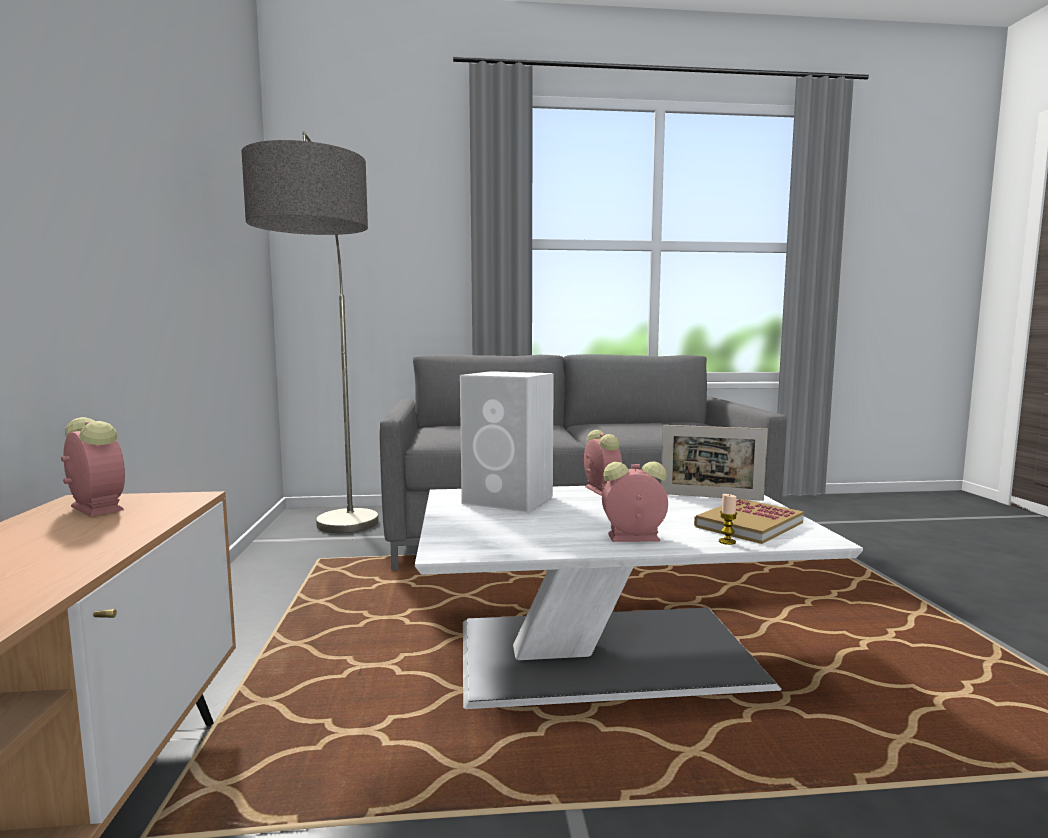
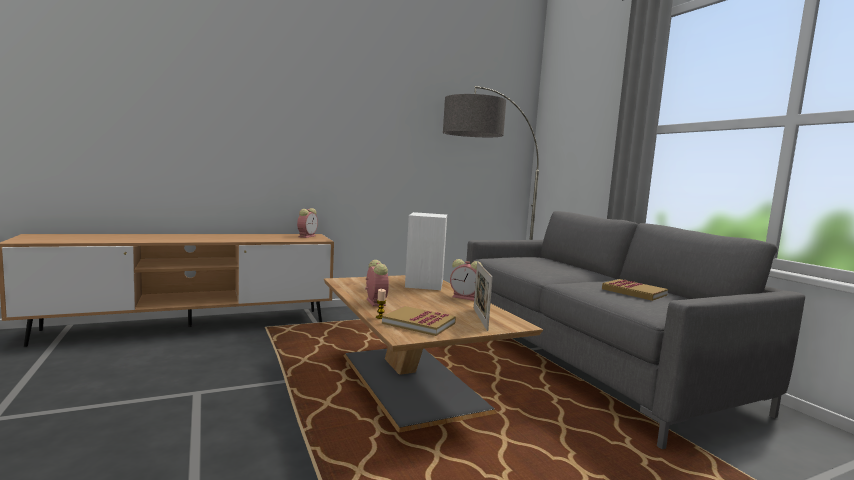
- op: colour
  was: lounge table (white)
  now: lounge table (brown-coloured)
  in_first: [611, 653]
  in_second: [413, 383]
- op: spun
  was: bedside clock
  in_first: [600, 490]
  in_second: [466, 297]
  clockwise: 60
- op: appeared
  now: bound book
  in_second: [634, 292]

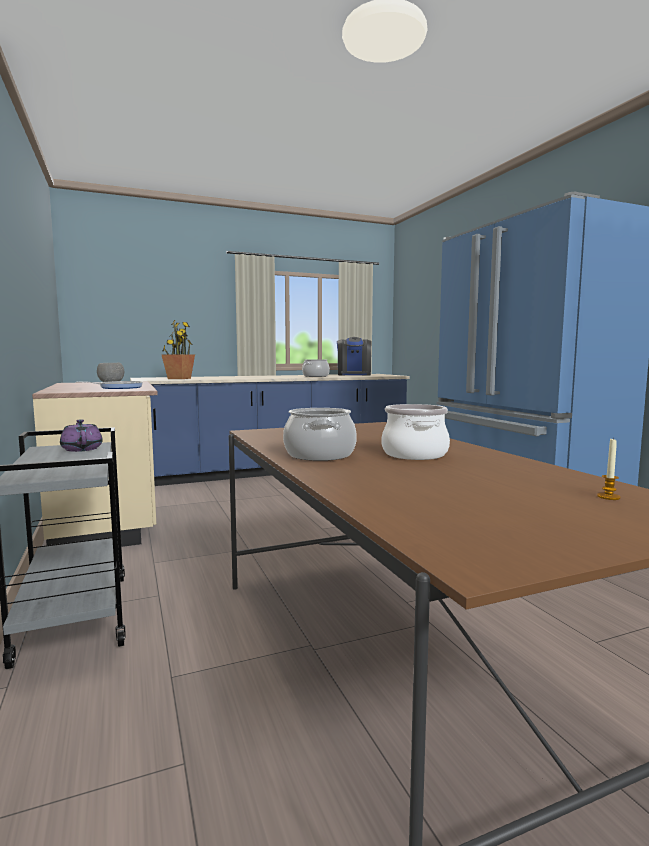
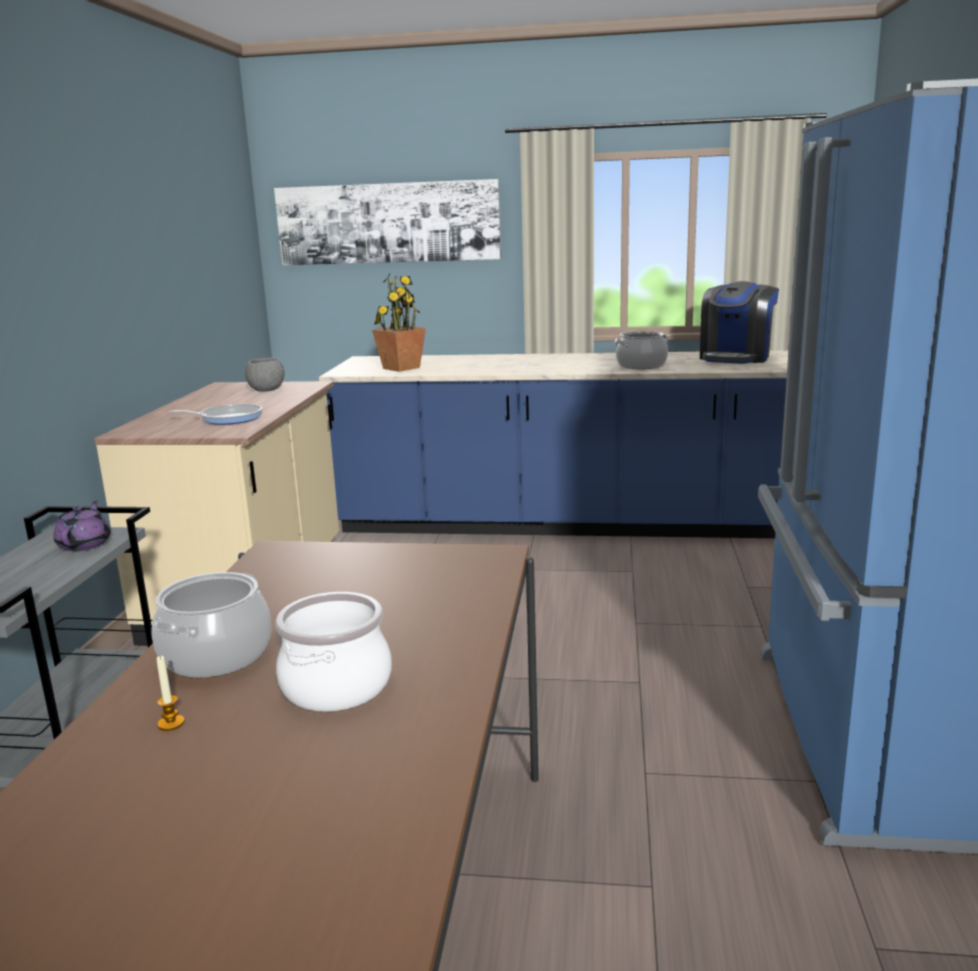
- op: relocated
  was: wax candle
  in_first: [608, 497]
  in_second: [171, 723]
- op: appeared
  now: wall art
  in_second: [388, 223]

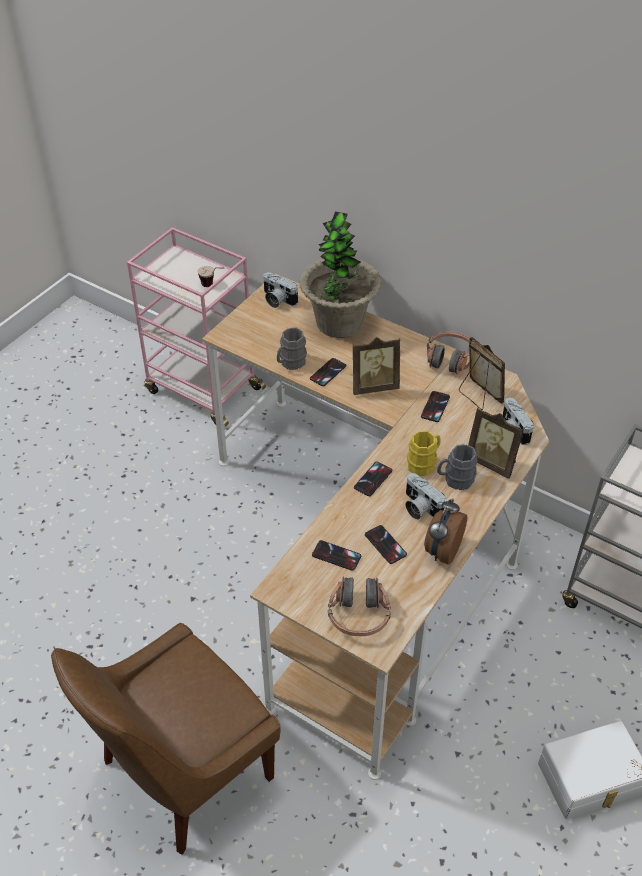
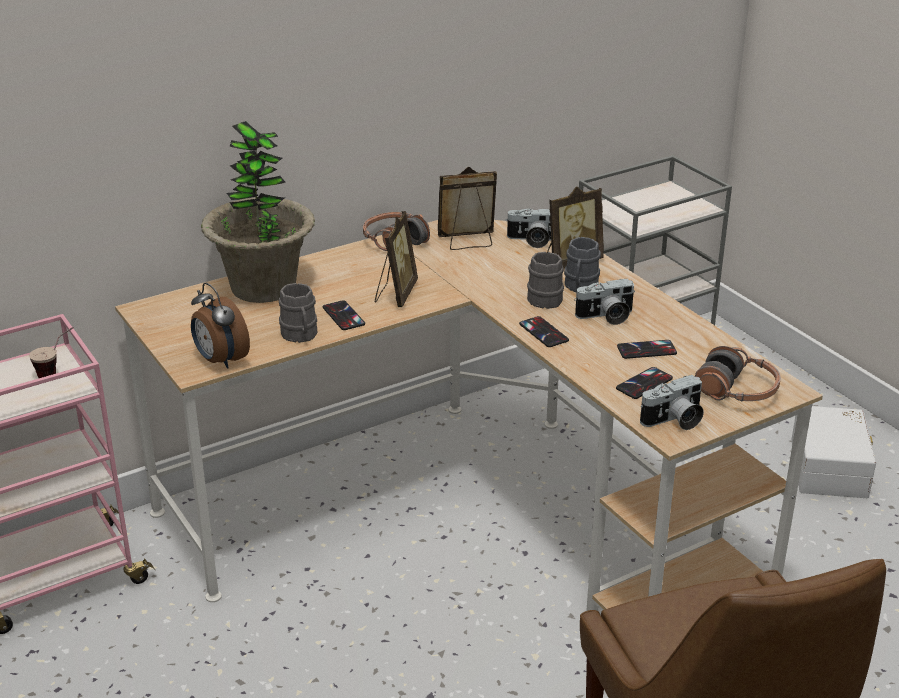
- op: relocated
  was: still camera
  in_first: [277, 300]
  in_second: [674, 421]
- op: colour
  was: tea mug (yellow-coloured)
  now: tea mug (greyish)
  in_first: [424, 463]
  in_second: [543, 297]
- op: missing
  was: phone
  in_first: [435, 407]
- op: relocated
  was: bedside clock
  in_first: [442, 551]
  in_second: [220, 360]

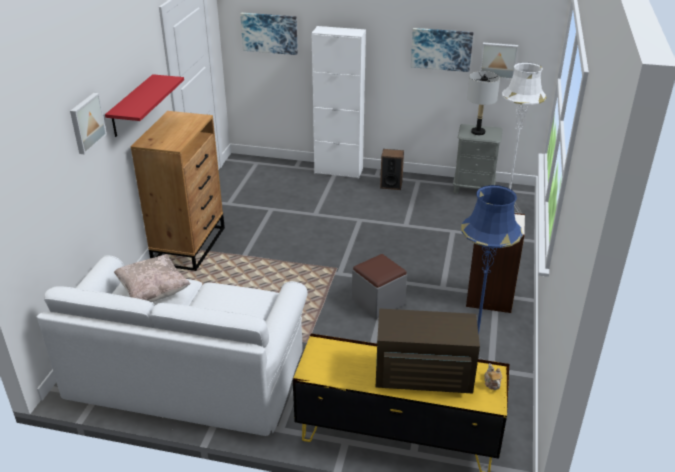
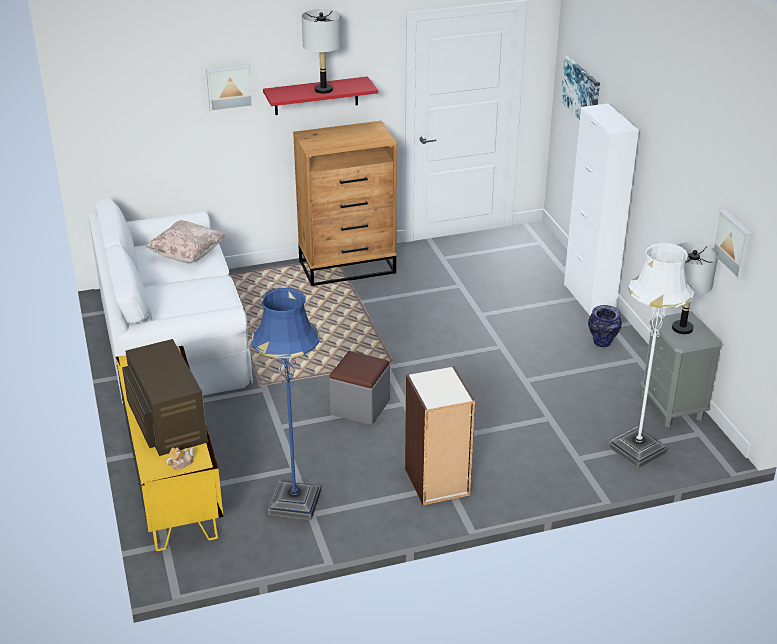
- op: exchanged
  was: speaker
  now: vase
  in_first: [391, 185]
  in_second: [602, 343]
- op: missing
  was: wall art
  in_first: [441, 49]
- op: appeared
  now: table lamp (greyish)
  in_second: [323, 90]

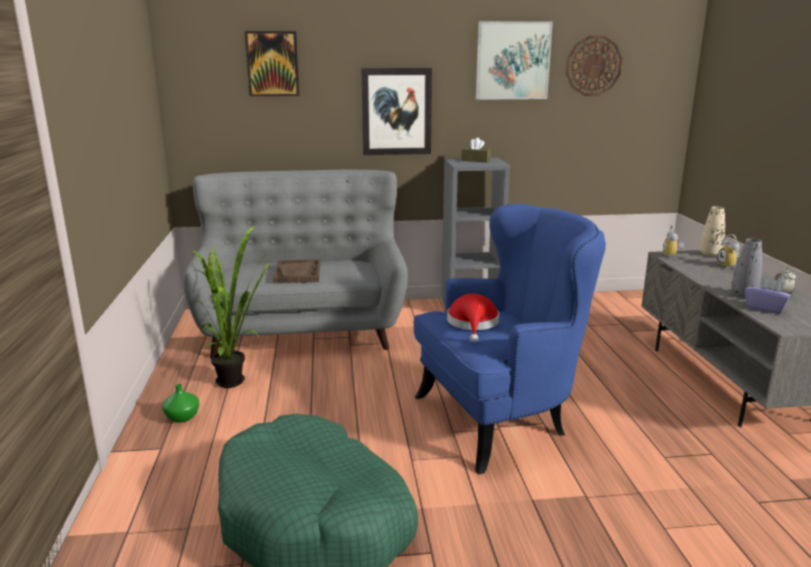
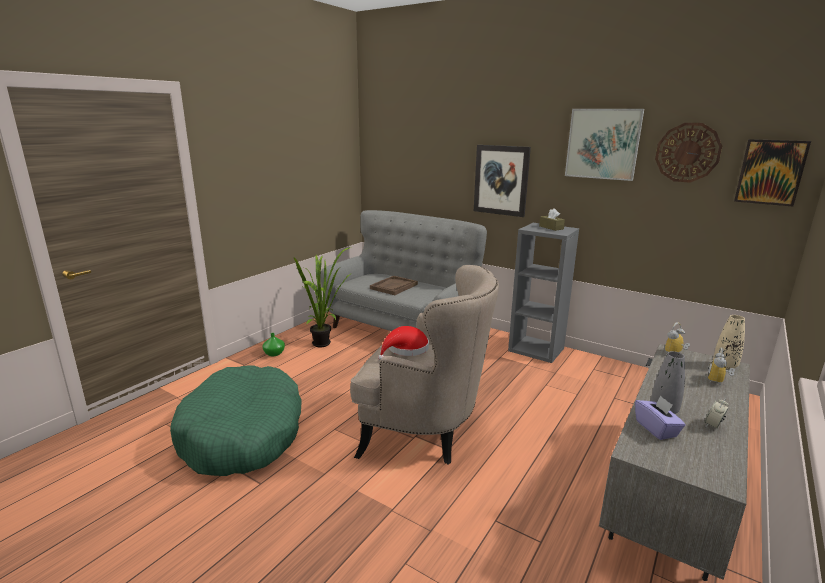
- op: relocated
  was: wall art
  in_first: [272, 64]
  in_second: [770, 172]
- op: colour
  was: lounge chair (bluish)
  now: lounge chair (beige-coloured)
  in_first: [500, 419]
  in_second: [425, 432]

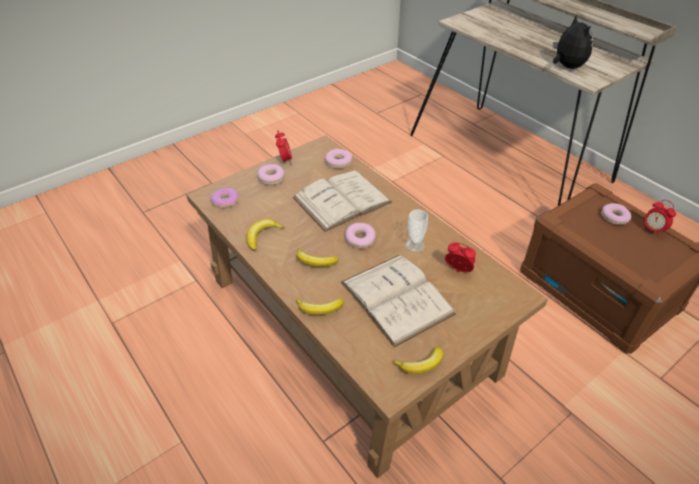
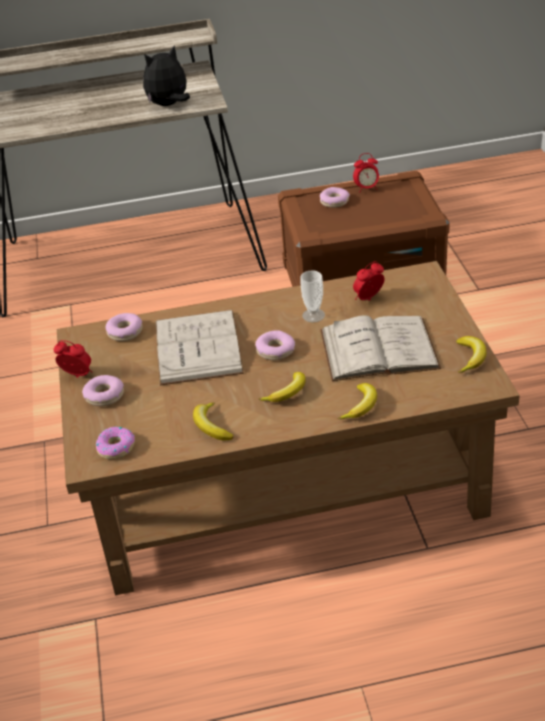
- op: spun
  was: cuddly toy
  in_first: [566, 66]
  in_second: [169, 105]
  clockwise: -45

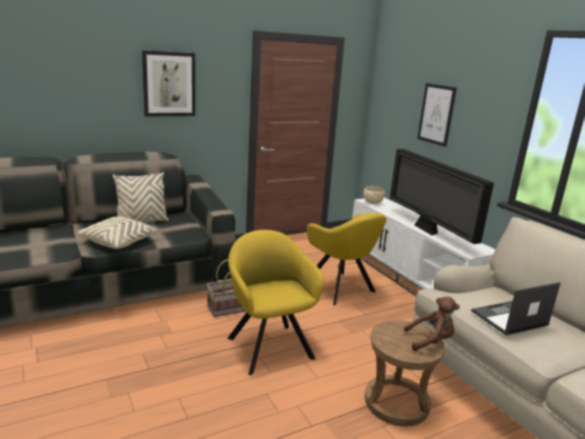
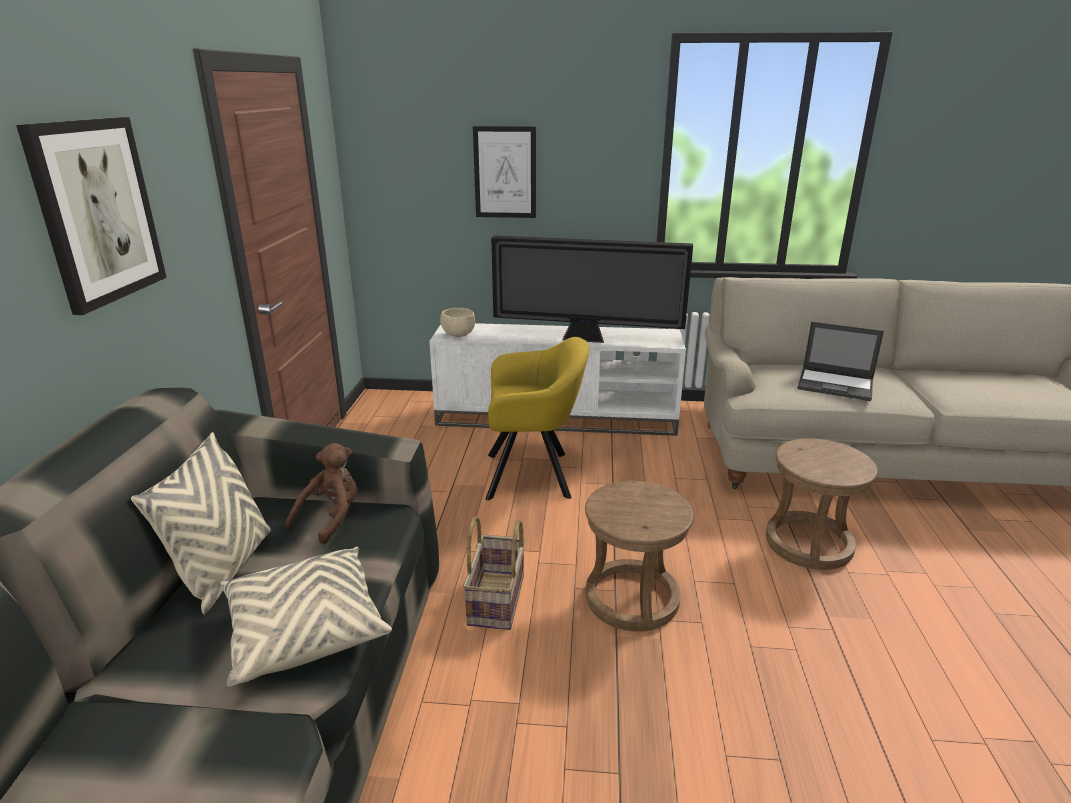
- op: exchanged
  was: lounge chair (yellow-coloured)
  now: stool seat (brown-coloured)
  in_first: [268, 345]
  in_second: [631, 598]
- op: relocated
  was: cuddly toy (brown-coloured)
  in_first: [431, 341]
  in_second: [331, 518]
- op: spun
  was: laptop
  in_first: [509, 318]
  in_second: [836, 385]
  clockwise: -75

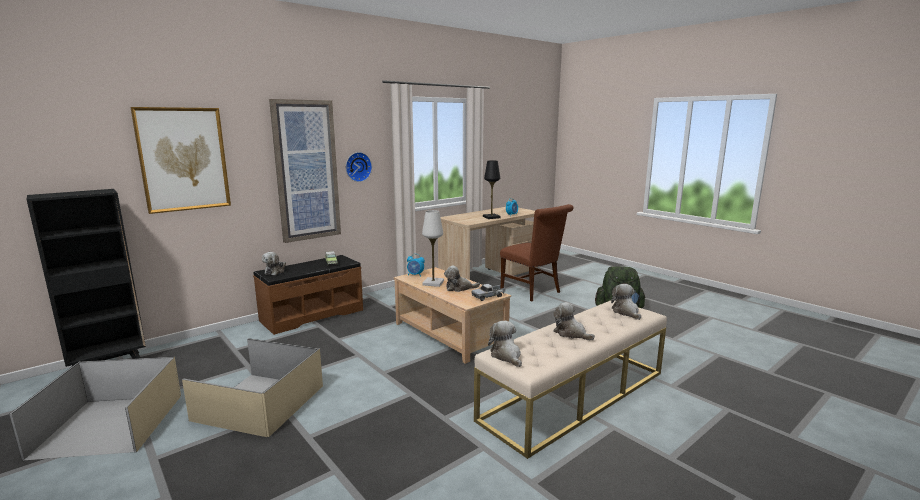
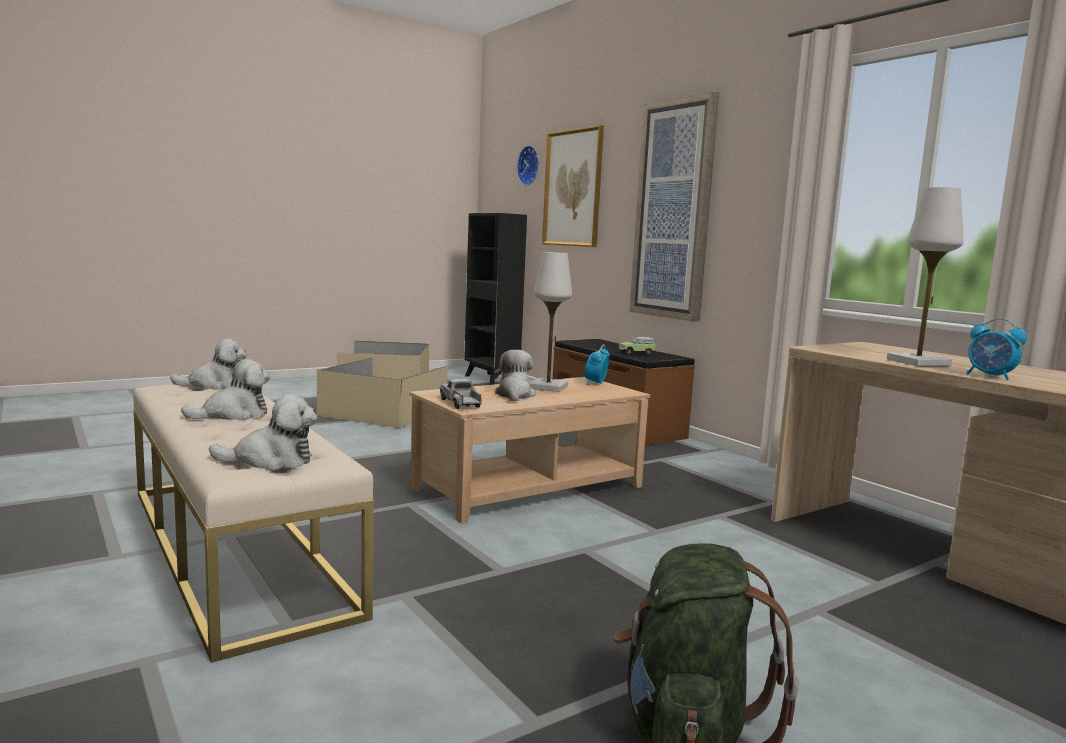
- op: missing
  was: cuddly toy
  in_first: [275, 271]
- op: relocated
  was: hanging clock
  in_first: [357, 167]
  in_second: [530, 165]
- op: colour
  was: table lamp (blackish)
  now: table lamp (white)
  in_first: [491, 217]
  in_second: [918, 362]
- op: missing
  was: upright chair (brown-coloured)
  in_first: [533, 292]

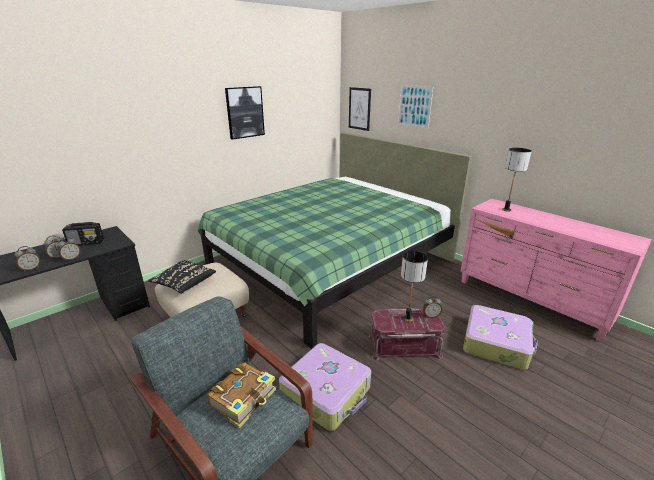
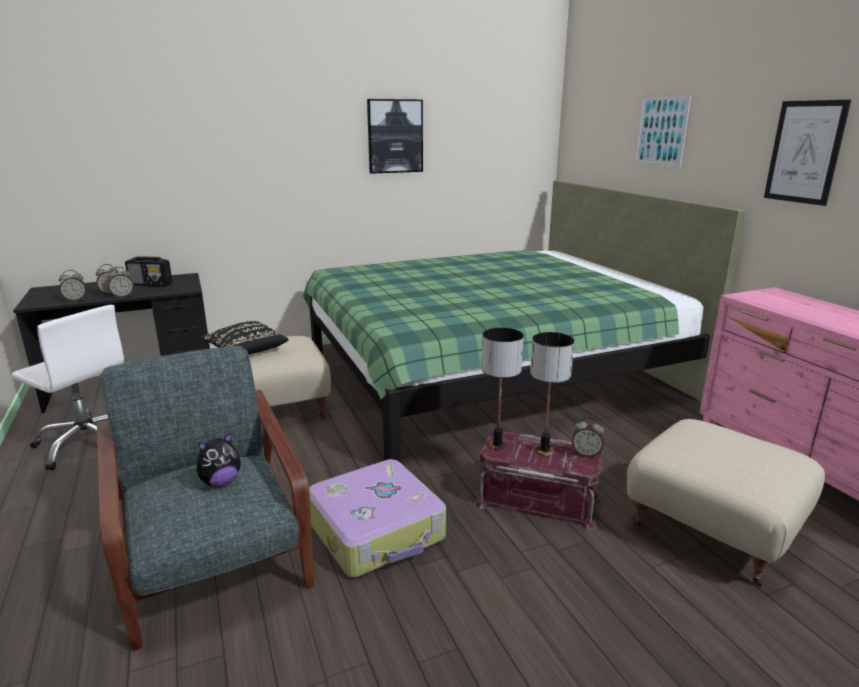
- op: exchanged
  was: bound book
  now: cuddly toy
  in_first: [244, 399]
  in_second: [220, 482]
- op: relocated
  was: wall art
  in_first: [359, 109]
  in_second: [804, 152]
- op: exchanged
  was: piece of luggage
  now: ottoman (beige-coloured)
  in_first: [496, 343]
  in_second: [711, 532]
- op: relocated
  was: table lamp
  in_first: [506, 210]
  in_second: [497, 446]
- op: appeared
  now: computer chair (white)
  in_second: [89, 443]

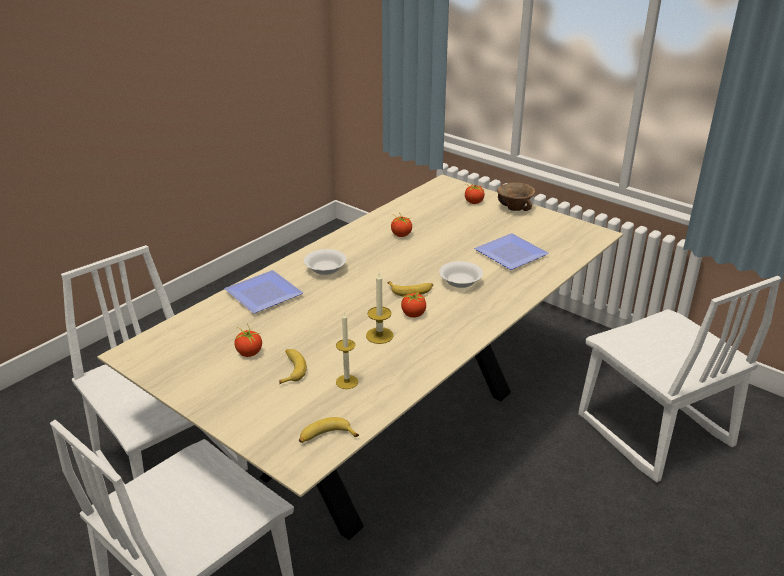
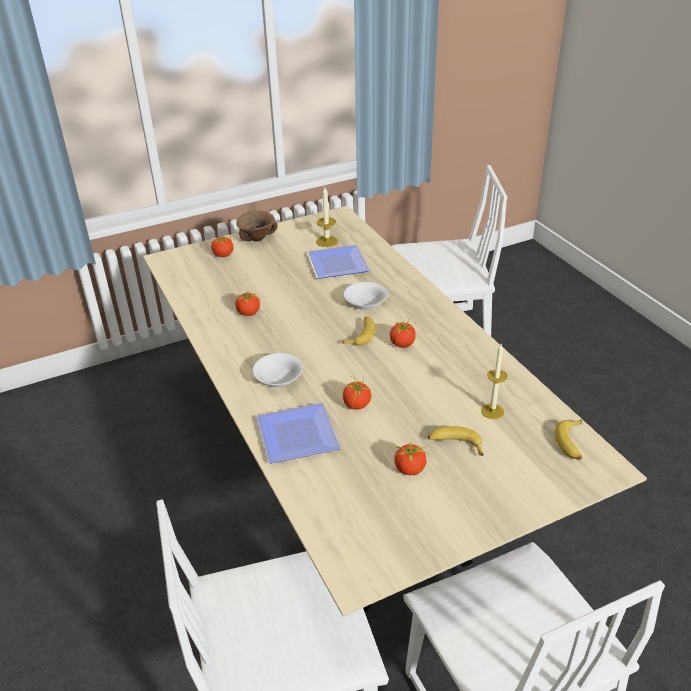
- op: relocated
  was: wax candle
  in_first: [379, 335]
  in_second: [327, 241]
- op: appeared
  now: tomato
  in_second: [356, 405]

